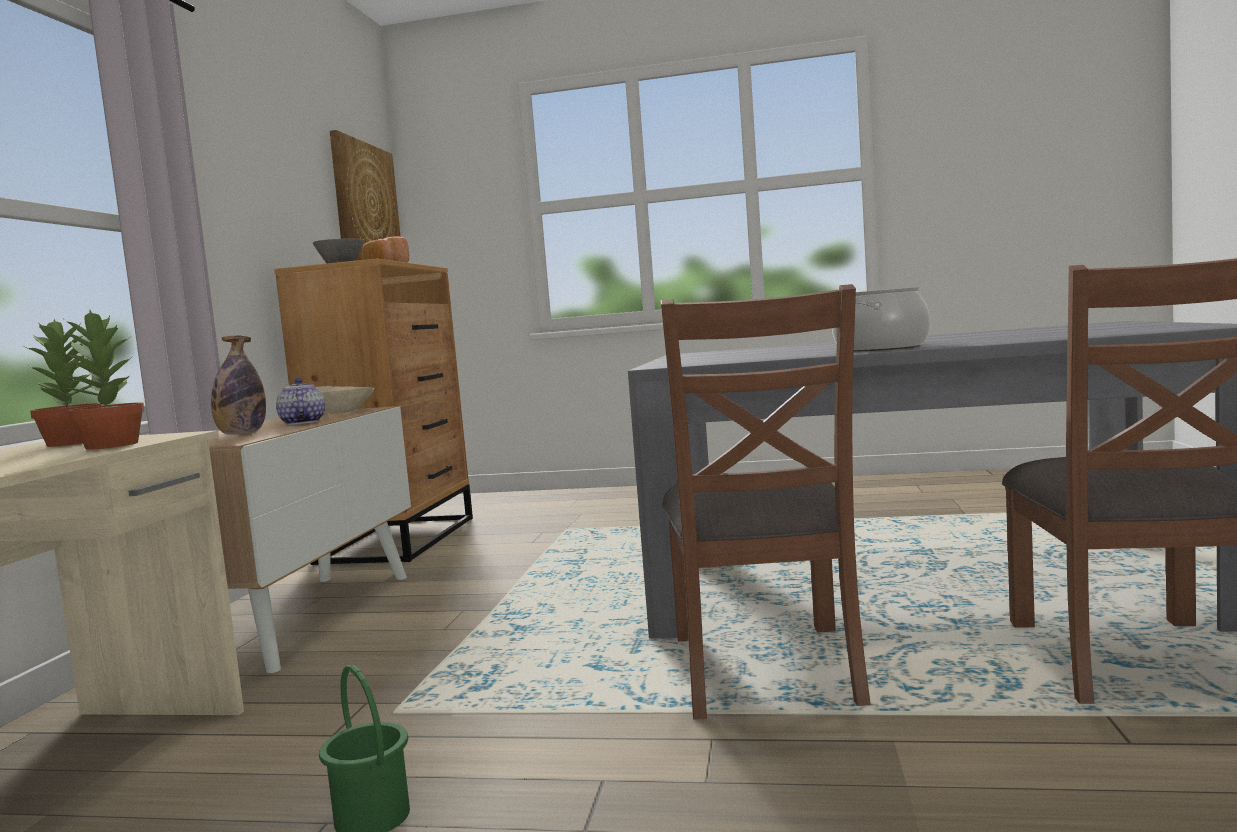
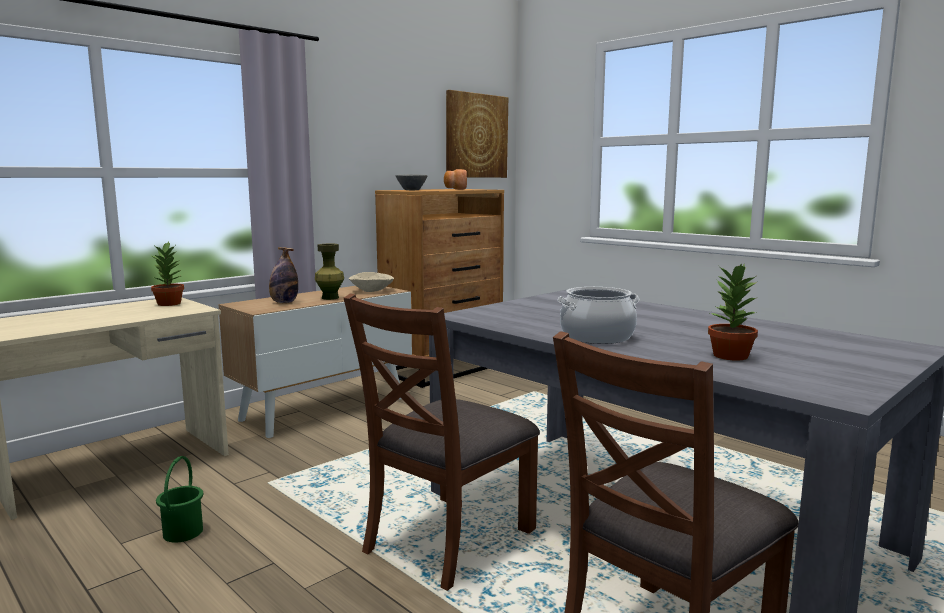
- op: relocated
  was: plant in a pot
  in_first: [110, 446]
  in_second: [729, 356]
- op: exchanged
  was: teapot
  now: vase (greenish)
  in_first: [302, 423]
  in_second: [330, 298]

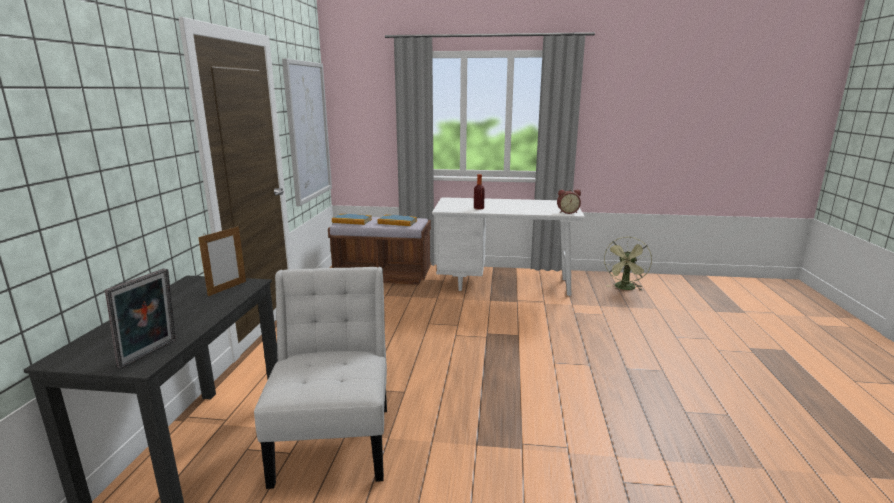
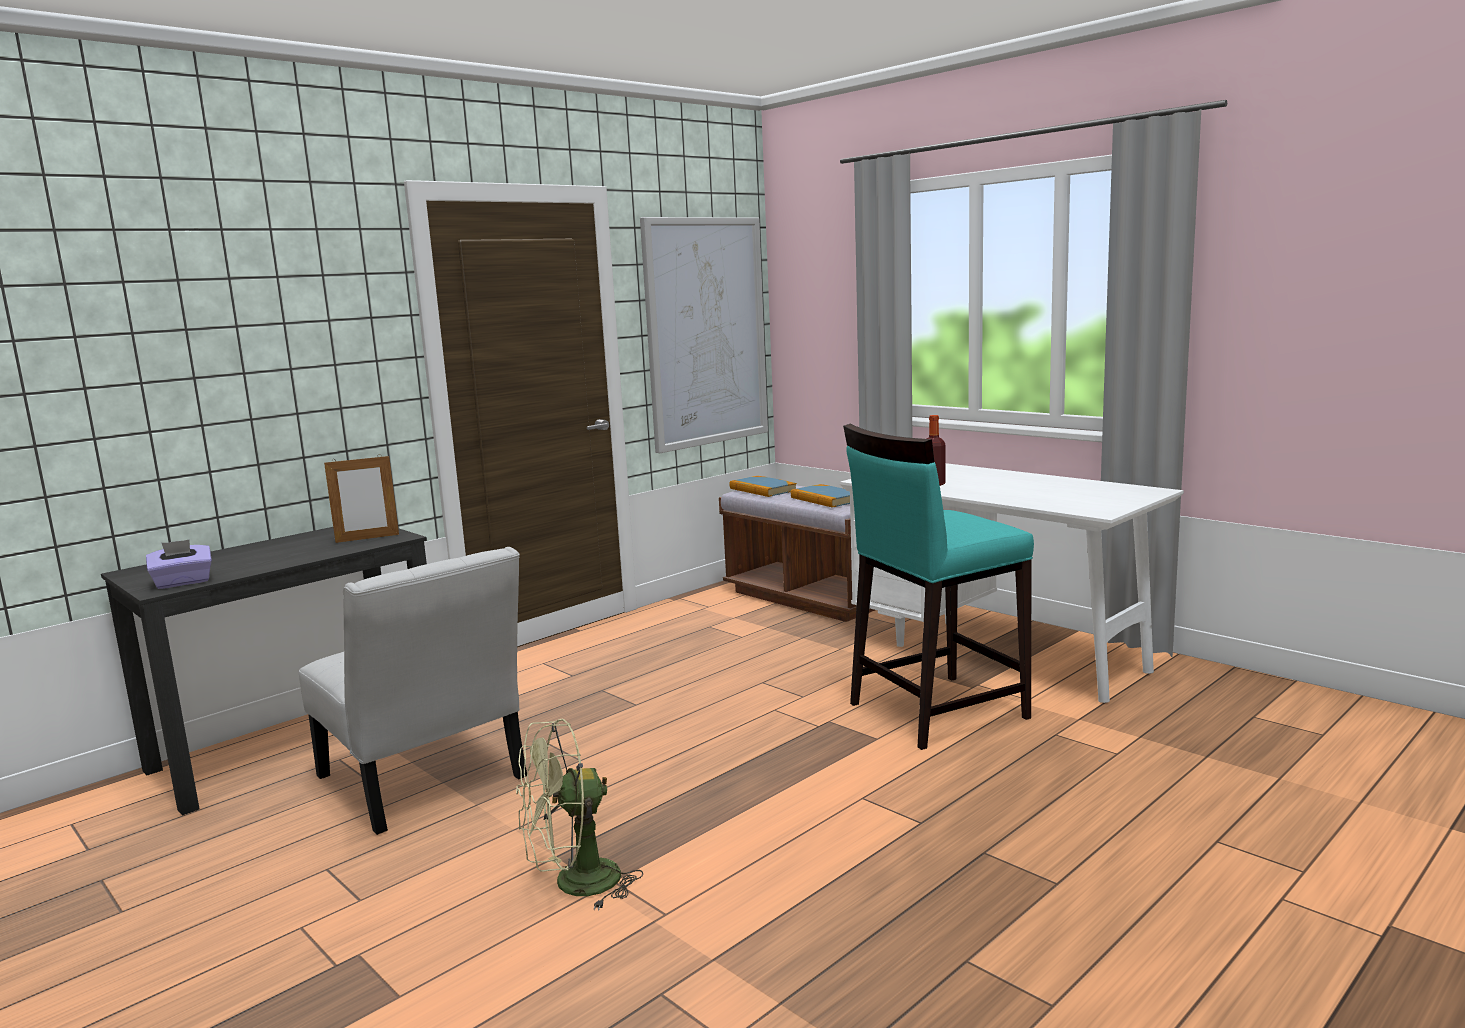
- op: exchanged
  was: picture frame
  now: box of tissues (purple-coloured)
  in_first: [151, 354]
  in_second: [183, 582]
- op: spun
  was: upright chair (white)
  in_first: [335, 438]
  in_second: [425, 782]
  clockwise: 105
- op: missing
  was: bedside clock
  in_first: [567, 212]
- op: relocated
  was: electric fan (greenish)
  in_first: [625, 288]
  in_second: [574, 885]
- op: appeared
  now: stool seat (turquoise)
  in_second: [935, 710]

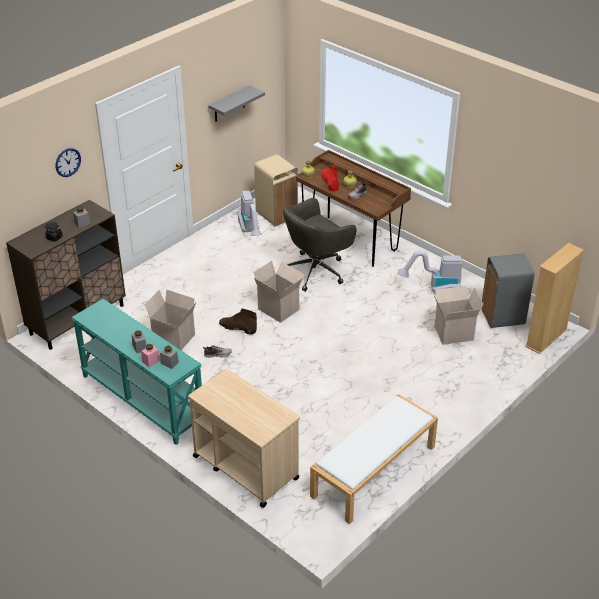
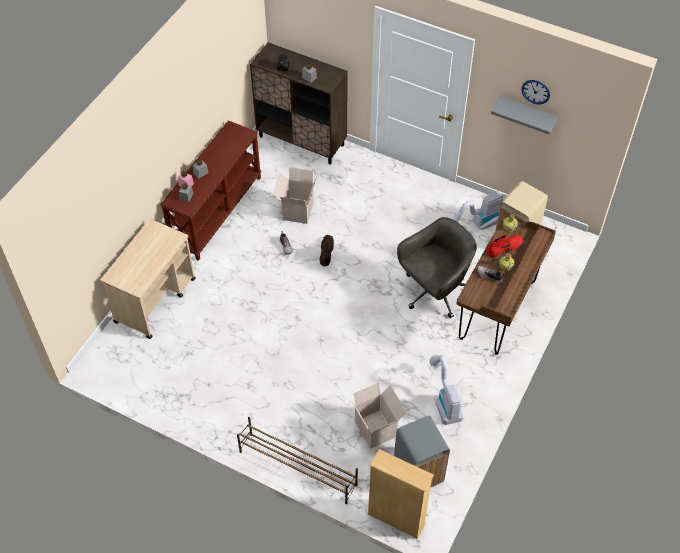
- op: relocated
  was: hanging clock
  in_first: [68, 162]
  in_second: [535, 91]
- op: colour
  was: console table (turquoise)
  now: console table (brown-coloured)
  in_first: [141, 399]
  in_second: [216, 211]
- op: missing
  was: packing box
  in_first: [279, 309]
- op: spun
  was: computer chair (greyish)
  in_first: [316, 271]
  in_second: [434, 292]
  clockwise: 105
- op: missing
  was: long seat (white)
  in_first: [373, 472]
- op: appeared
  now: shoe rack (brown-coloured)
  in_second: [297, 467]

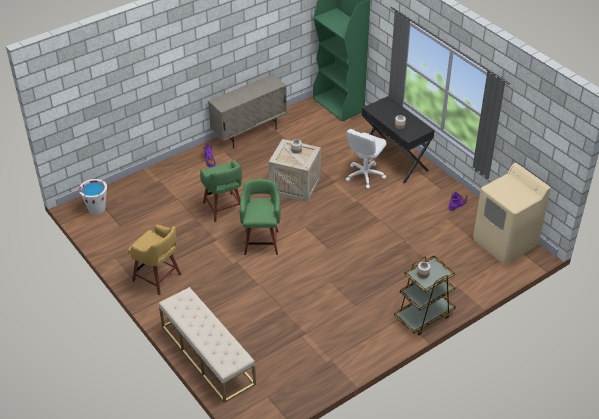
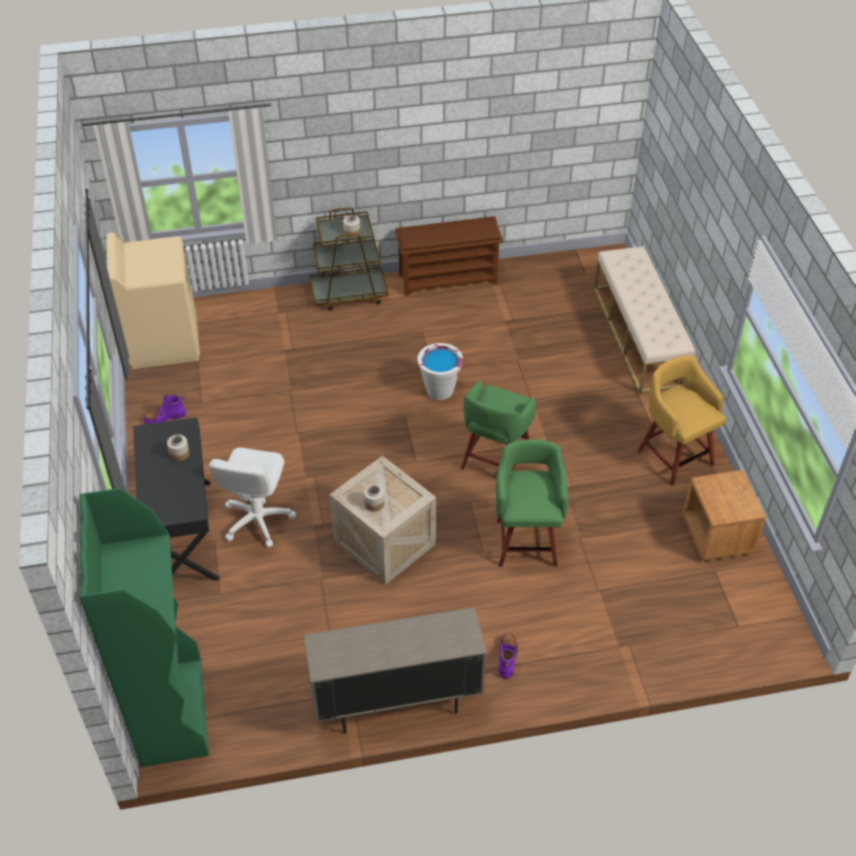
- op: relocated
  was: pail (white)
  in_first: [96, 208]
  in_second: [439, 390]
- op: spun
  was: computer chair (white)
  in_first: [364, 175]
  in_second: [257, 520]
  clockwise: 135
- op: appeared
  now: shoe rack (brown-coloured)
  in_second: [448, 278]
- op: appeared
  now: nightstand (brown-coloured)
  in_second: [717, 535]

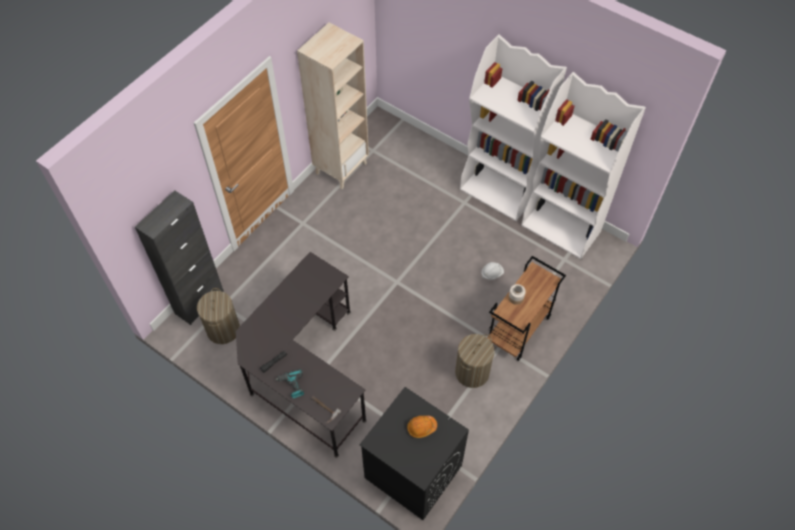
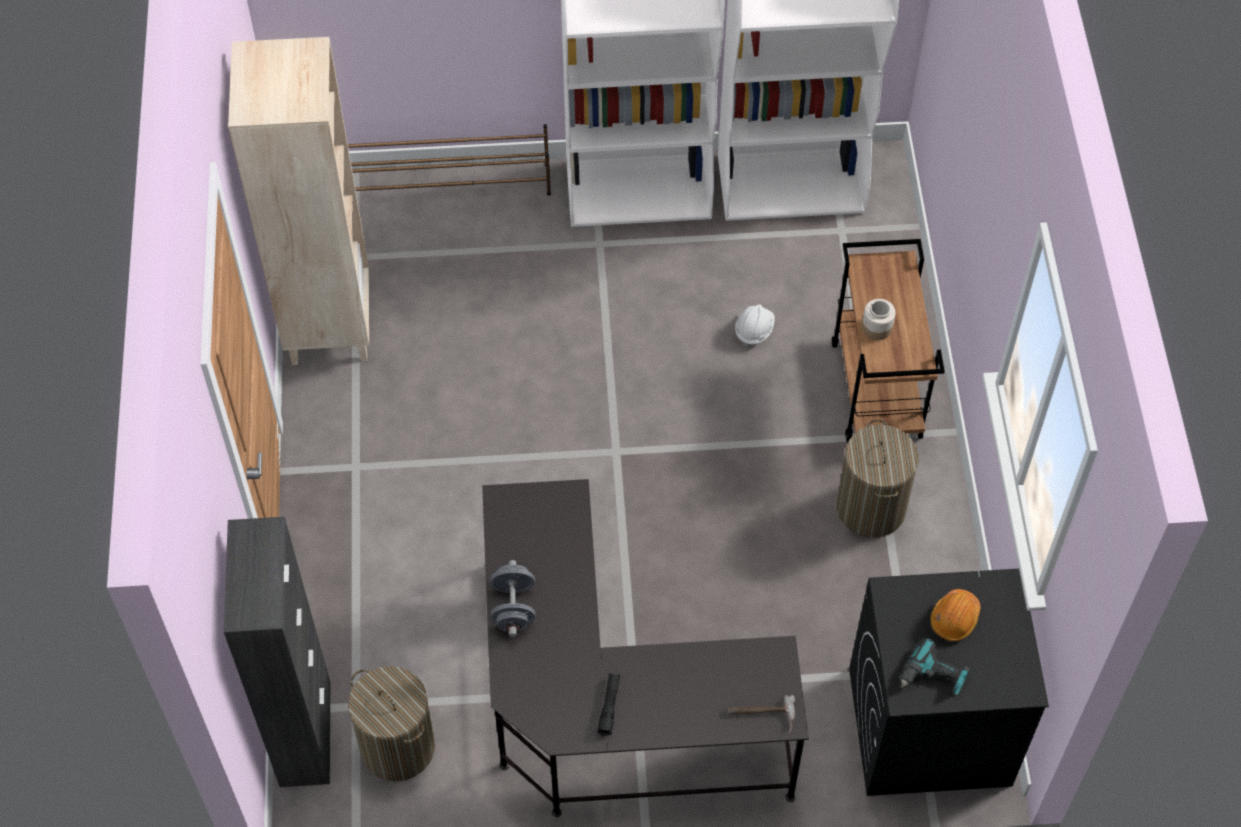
- op: relocated
  was: electric drill
  in_first: [292, 386]
  in_second: [933, 677]
- op: appeared
  now: shoe rack (brown-coloured)
  in_second: [447, 185]
- op: appeared
  now: dumbbell (greyish)
  in_second: [513, 608]

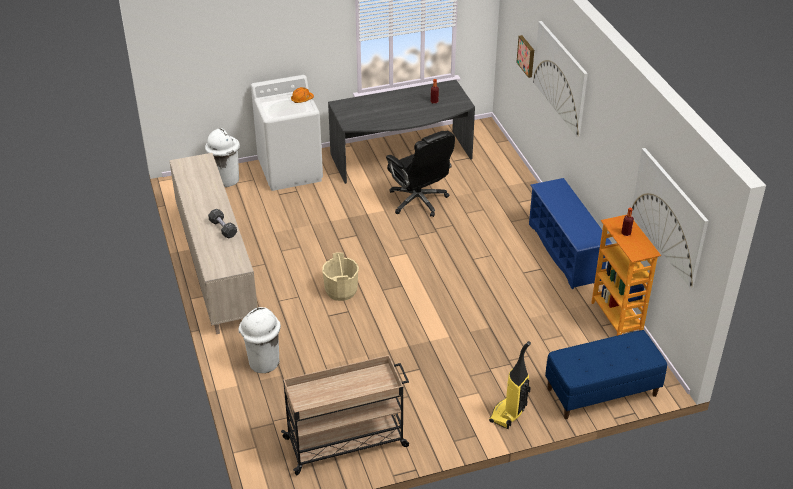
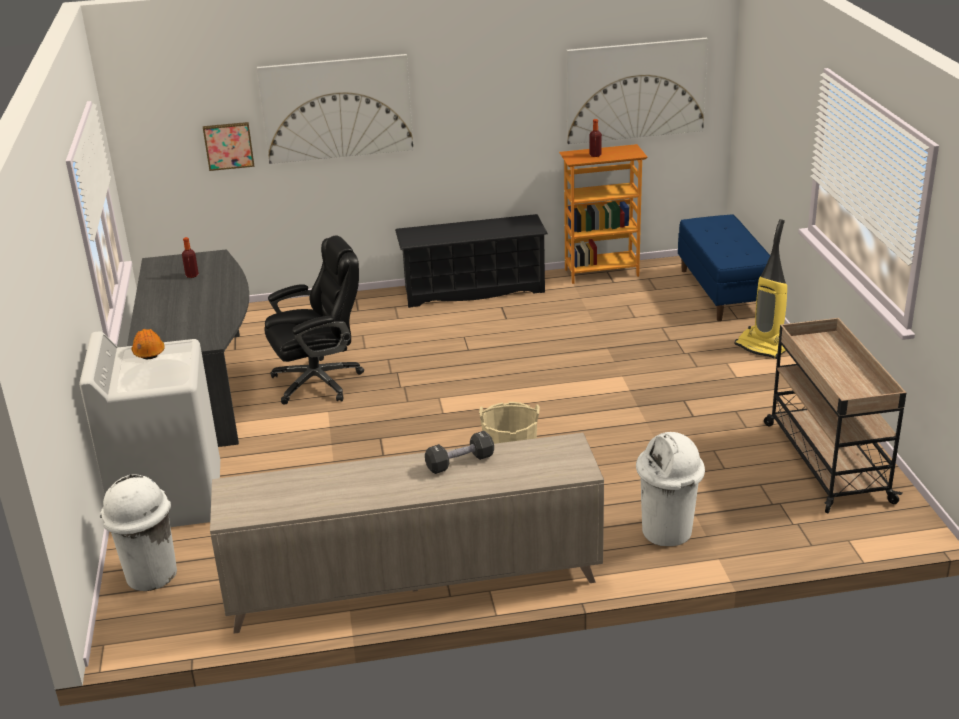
- op: colour
  was: shoe rack (bluish)
  now: shoe rack (blackish)
  in_first: [565, 252]
  in_second: [473, 290]

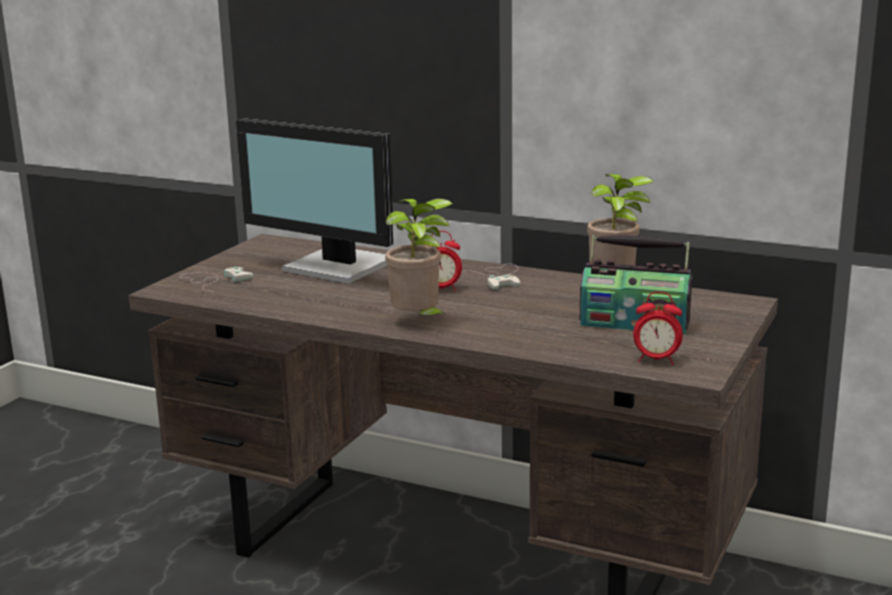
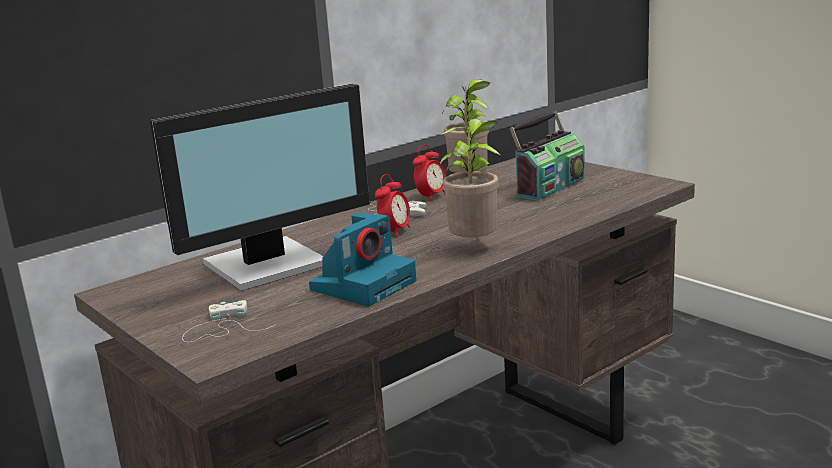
- op: relocated
  was: bedside clock
  in_first: [656, 360]
  in_second: [431, 197]
- op: appeared
  now: still camera
  in_second: [364, 284]

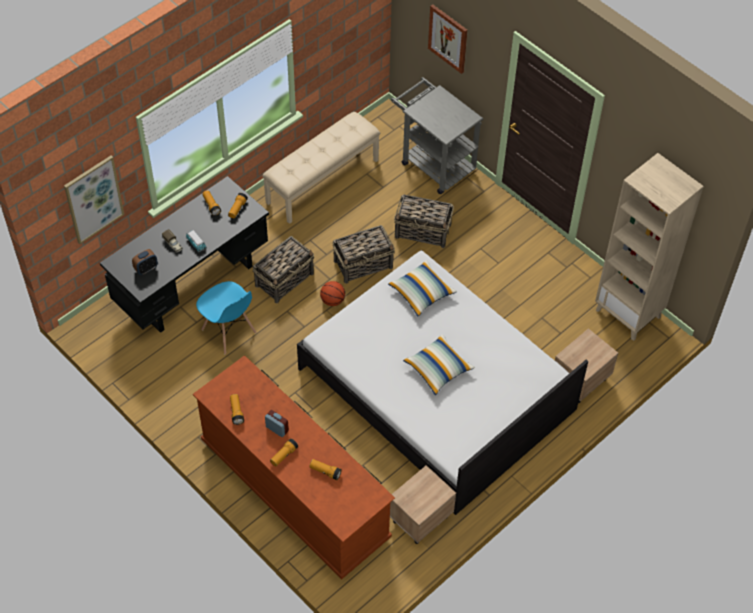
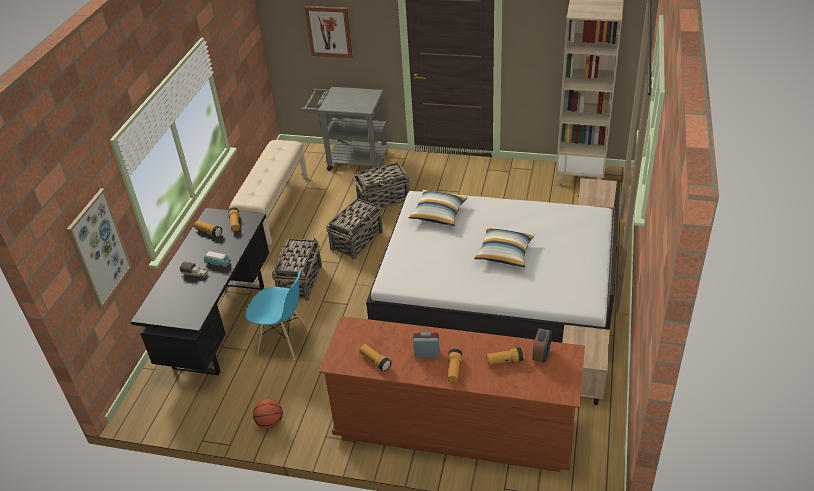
- op: relocated
  was: bedside clock
  in_first: [146, 269]
  in_second: [541, 355]
- op: relocated
  was: basketball ball
  in_first: [332, 301]
  in_second: [270, 423]

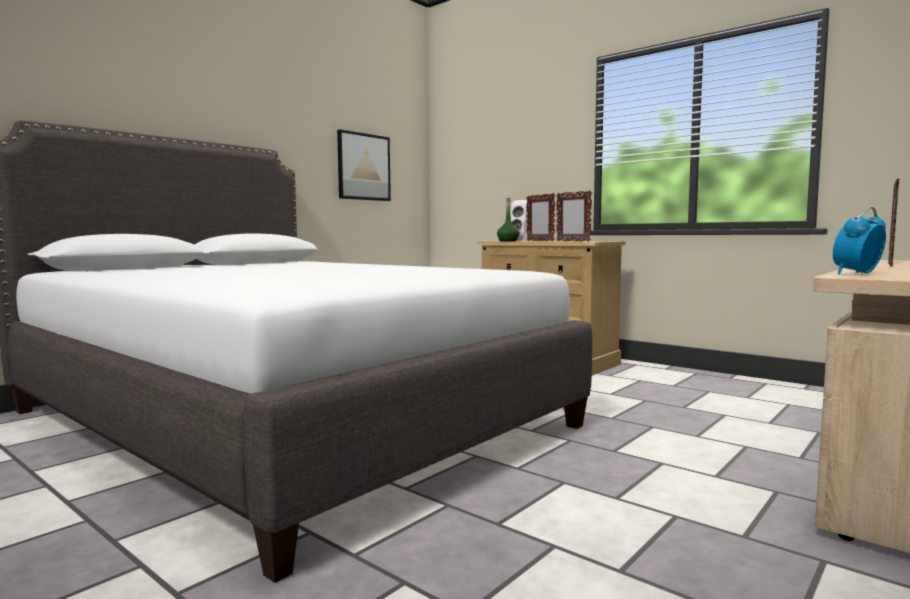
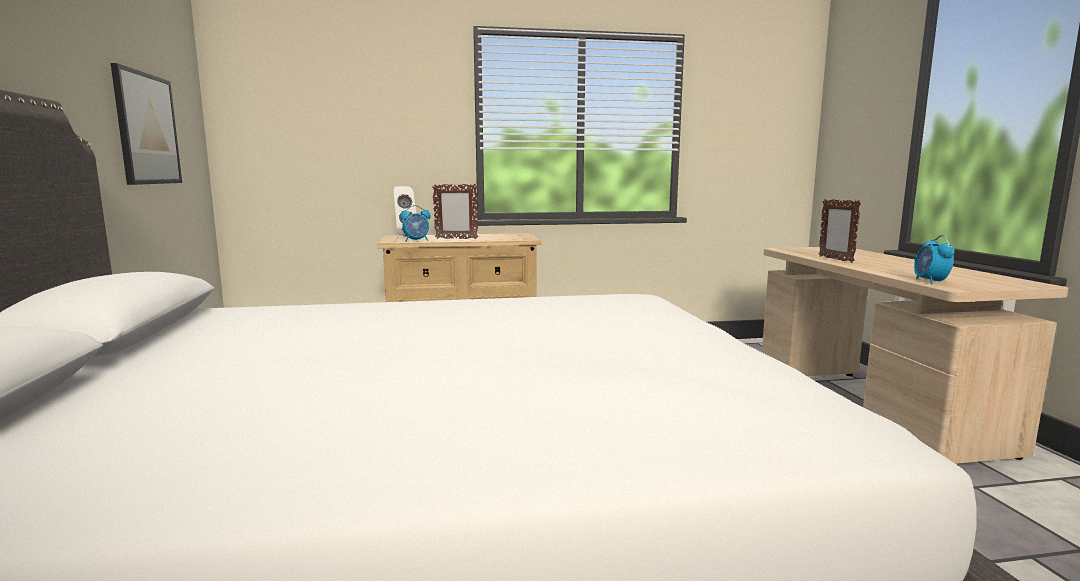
- op: exchanged
  was: drink bottle (greenish)
  now: bedside clock
  in_first: [508, 241]
  in_second: [416, 240]
- op: missing
  was: picture frame
  in_first: [573, 241]

